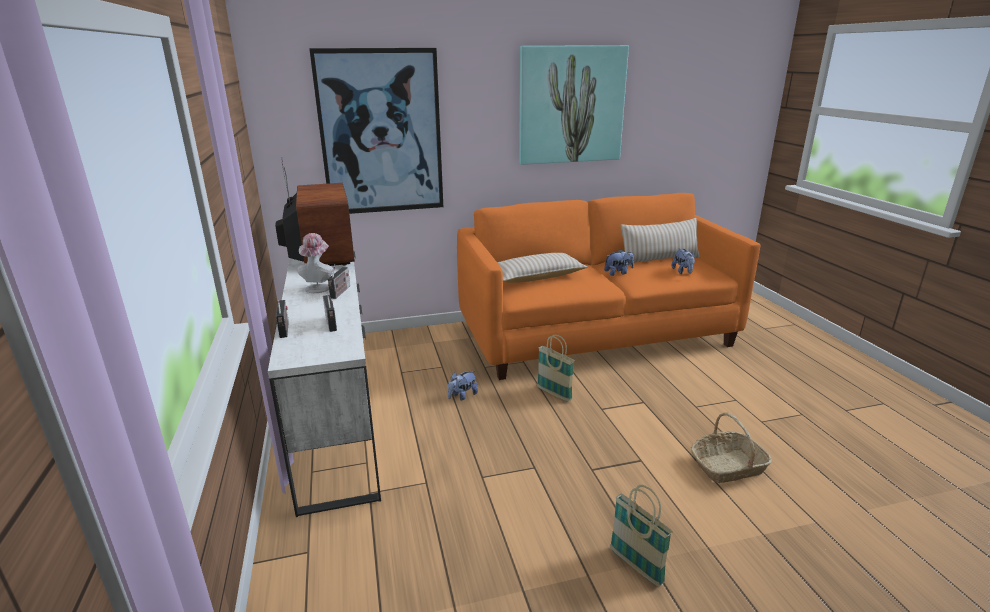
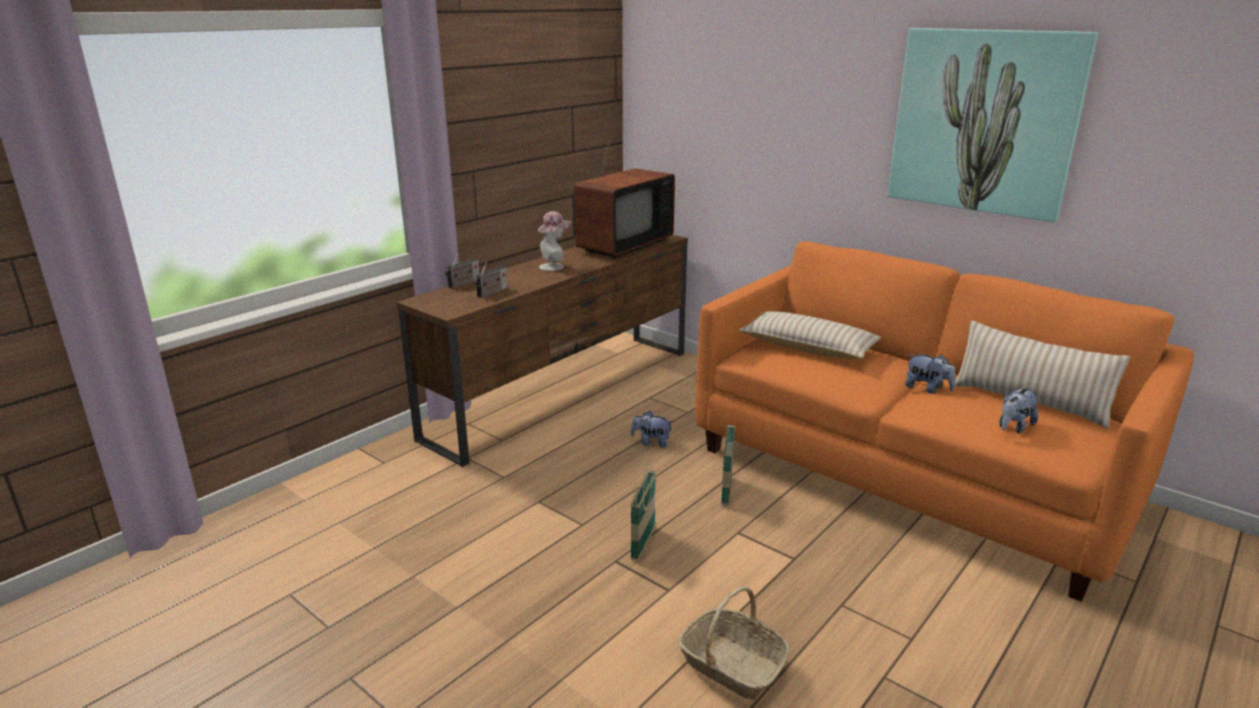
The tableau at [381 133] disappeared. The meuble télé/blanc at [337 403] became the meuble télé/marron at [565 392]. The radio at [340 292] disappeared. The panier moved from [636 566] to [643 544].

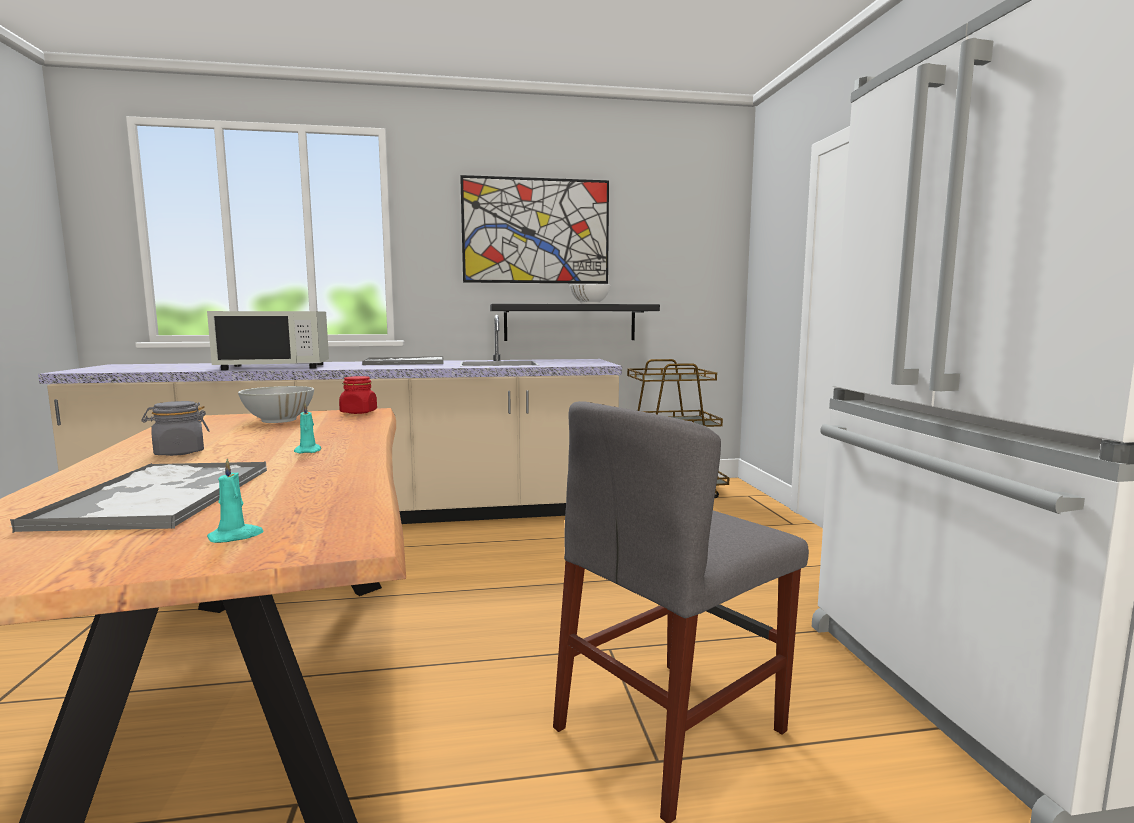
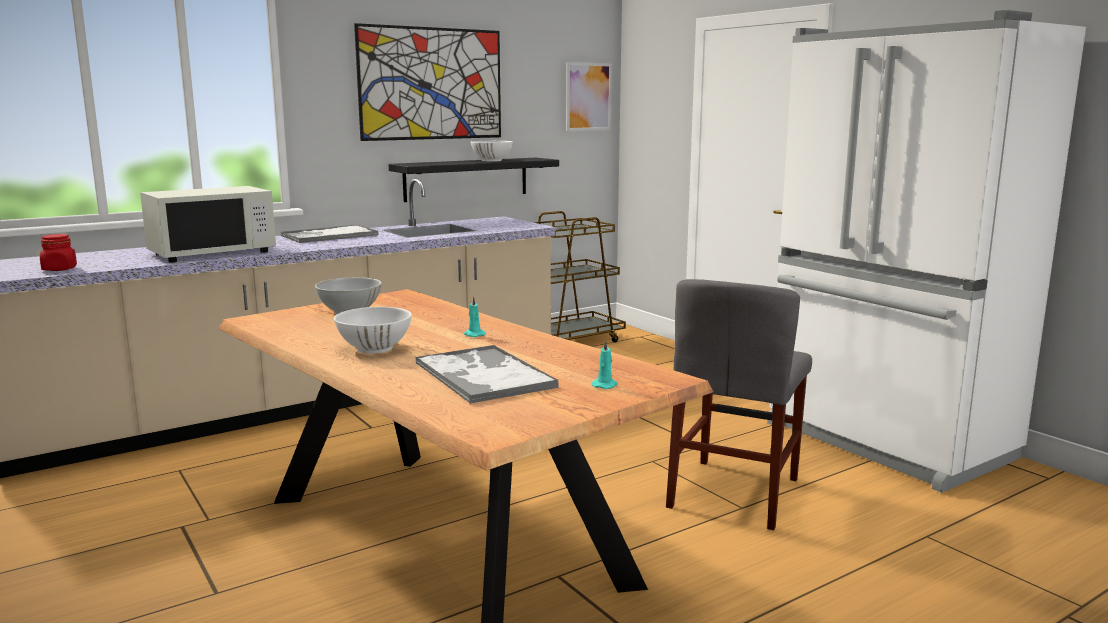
The bocal/rouge moved from [358 412] to [59 269]. The bocal/gris at [179 452] was replaced by the bol/blanc at [374 348]. The tableau at [588 96] appeared.

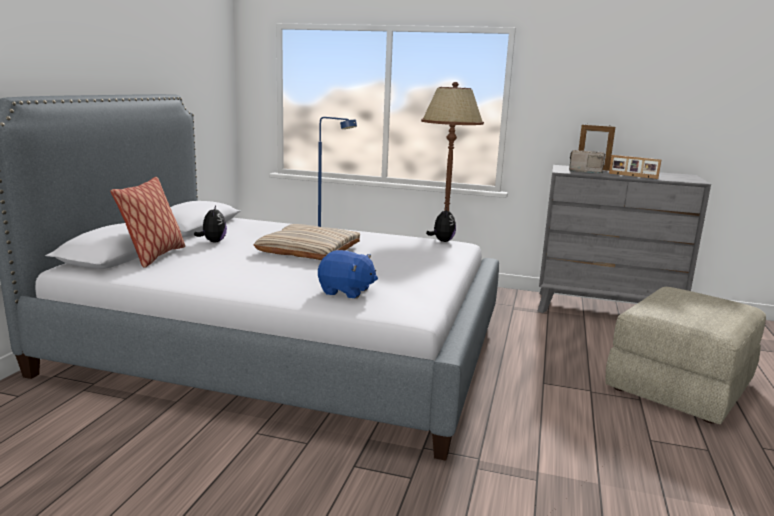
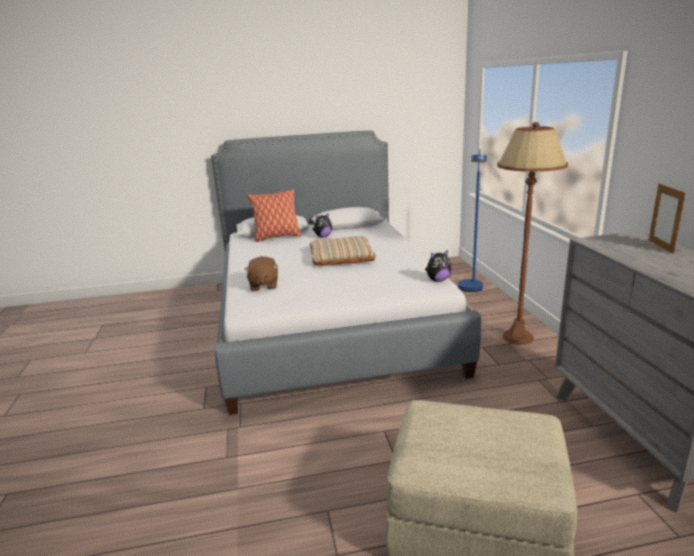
The radio at [584 172] disappeared. The cadre photo at [632 176] disappeared. The peluche/bleu at [346 291] became the peluche/marron at [263 286].

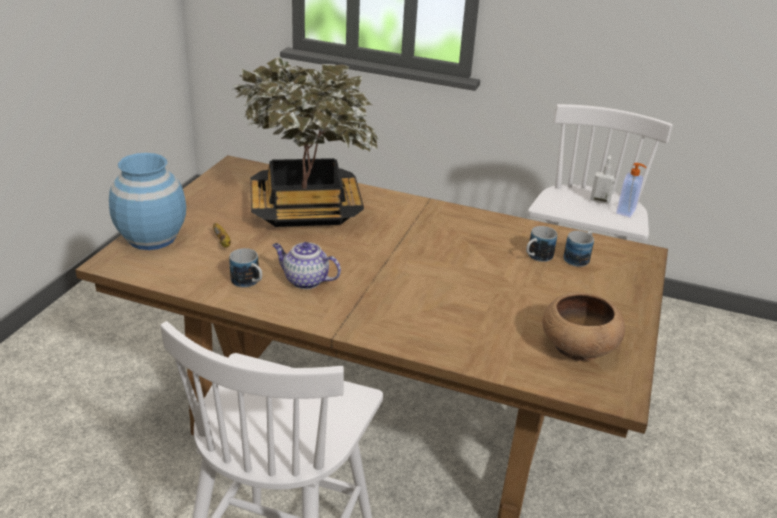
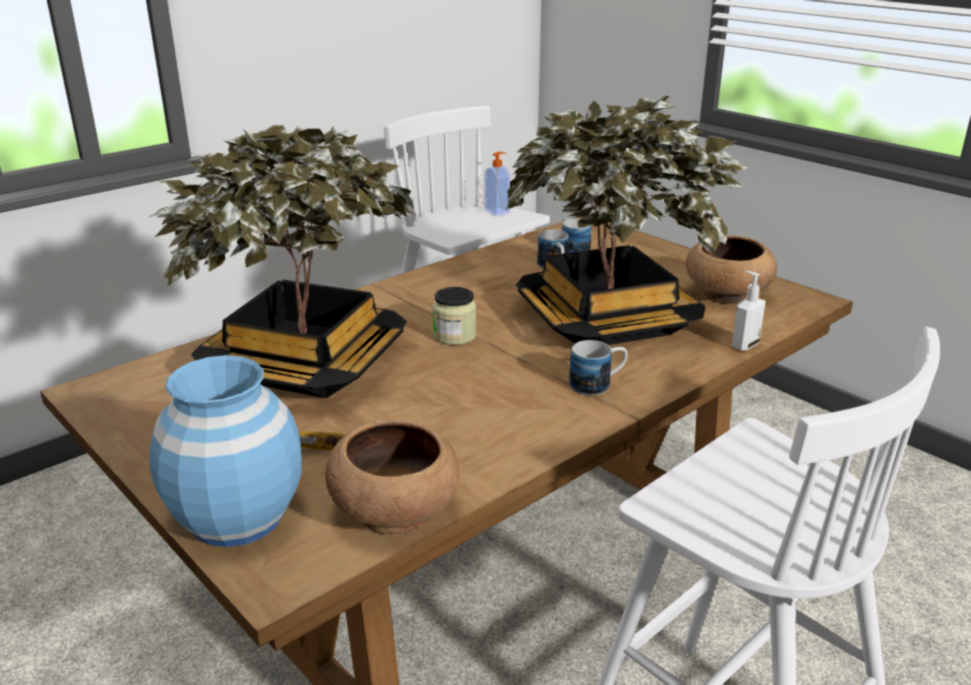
The distributeur de savon moved from [600 200] to [744 345]. The théière at [305 280] disappeared. The mug moved from [249 283] to [598 384]. The plante en pot at [606 321] appeared. The bocal at [454 336] appeared. The bol/marron at [396 510] appeared.

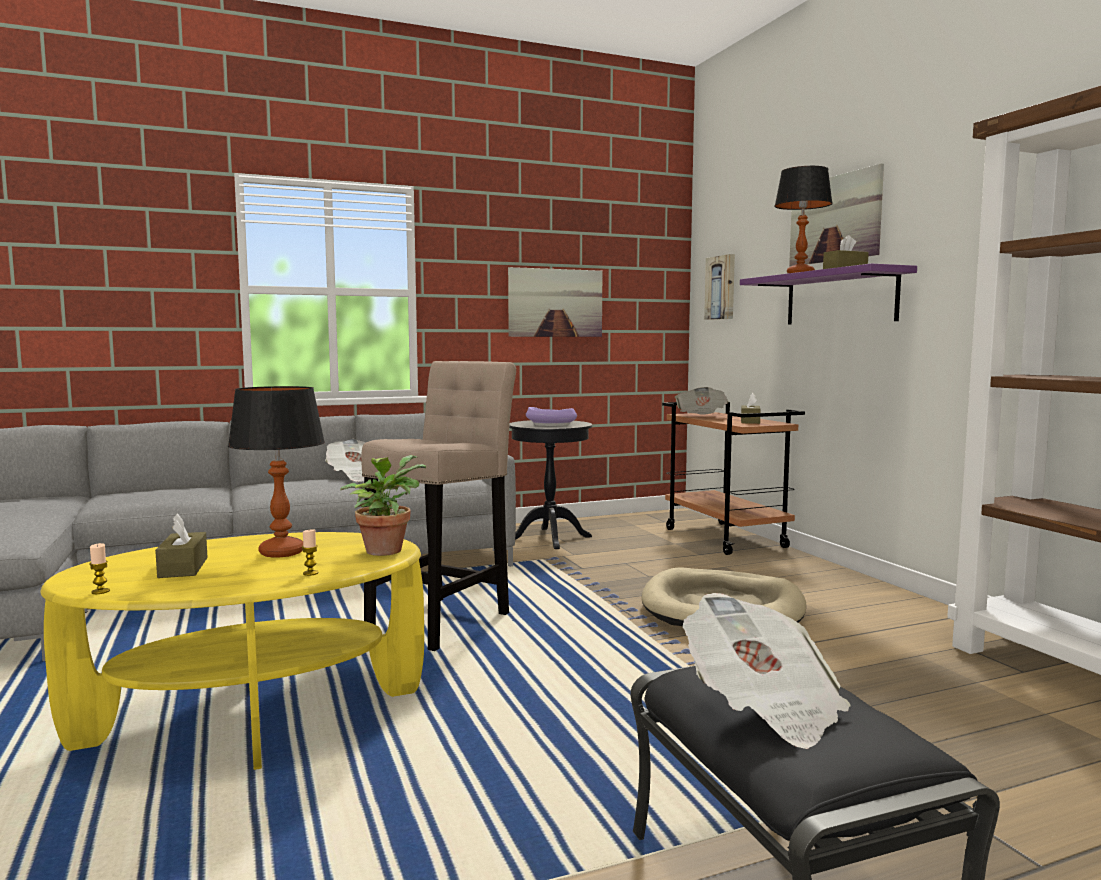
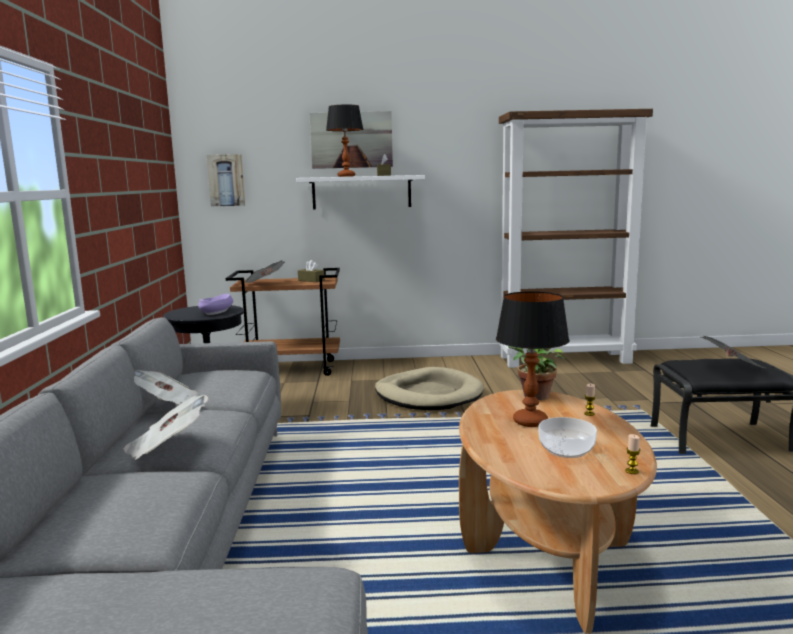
The étagère/violet at [840 298] became the étagère/blanc at [361 192]. The tableau at [555 303] disappeared. The tabouret/beige at [443 620] disappeared. The boîte à mouchoirs/marron at [183 567] was replaced by the bol at [567 449]. The table basse/jaune at [254 719] became the table basse/marron at [546 549]. The journal at [167 447] appeared.

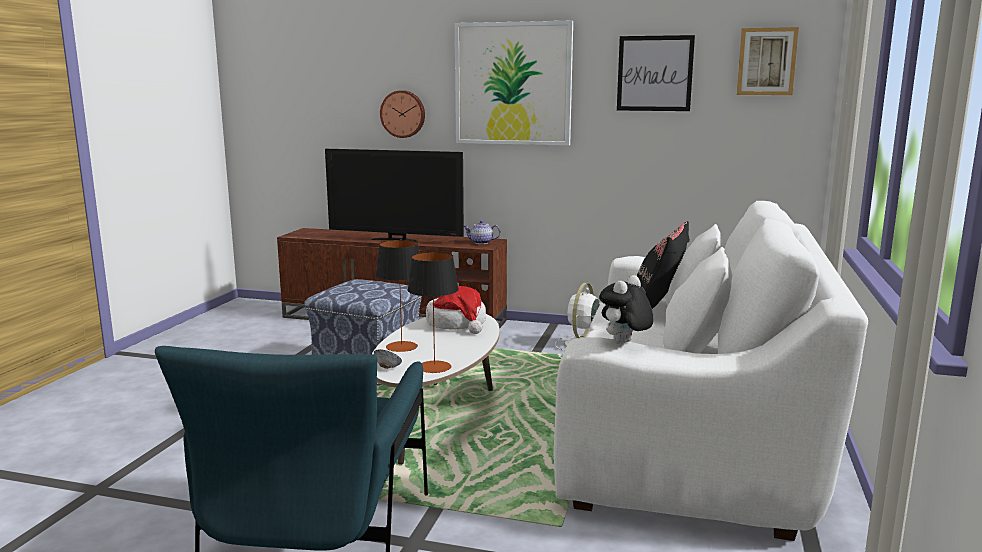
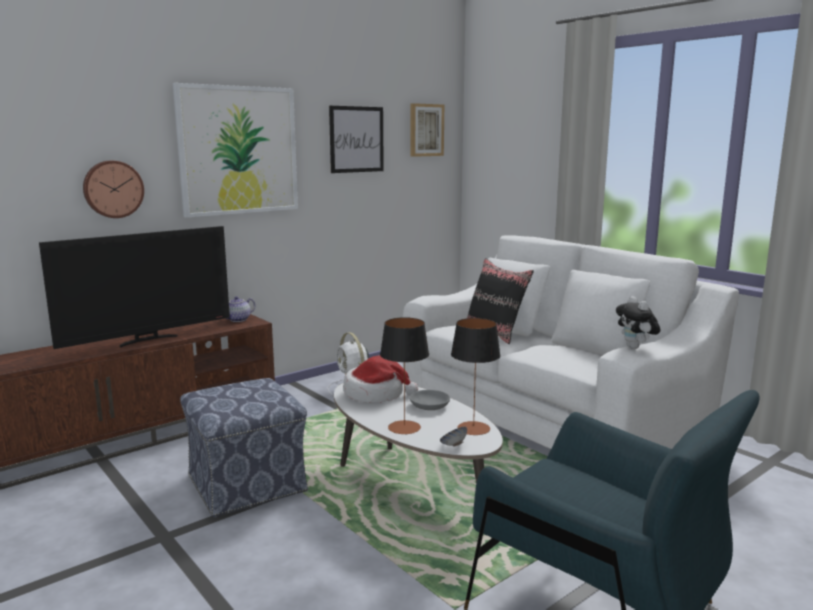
The bol/gris at [429 406] appeared.

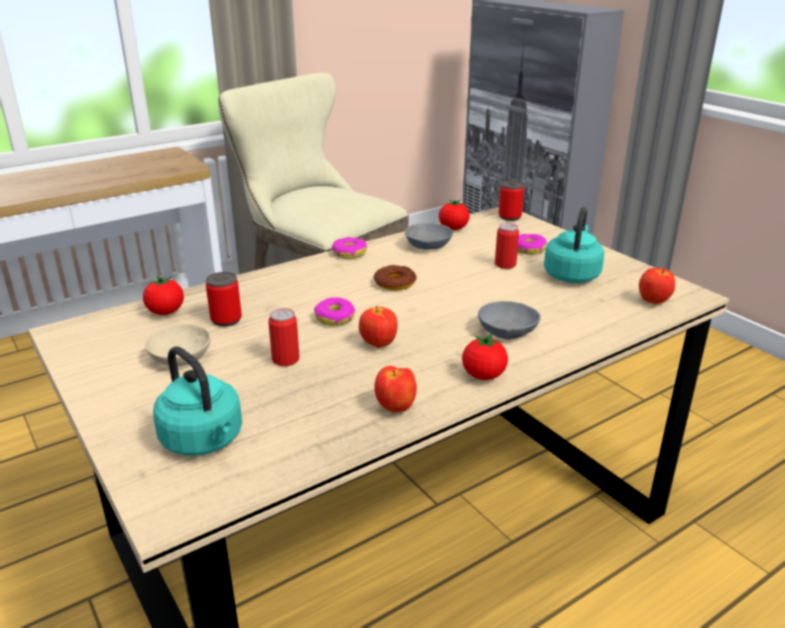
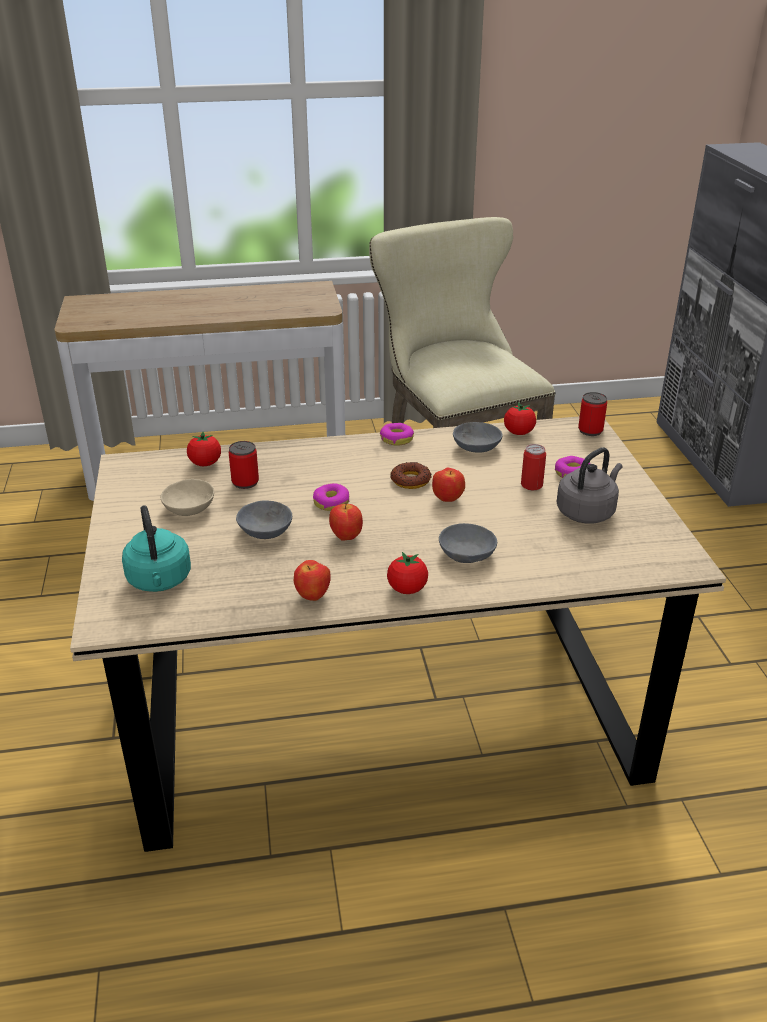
The bouilloire/turquoise at [572 274] became the bouilloire/gris at [587 512]. The pomme moved from [653 302] to [448 499]. The boîte métallique at [285 359] was replaced by the bol/gris at [263 531].

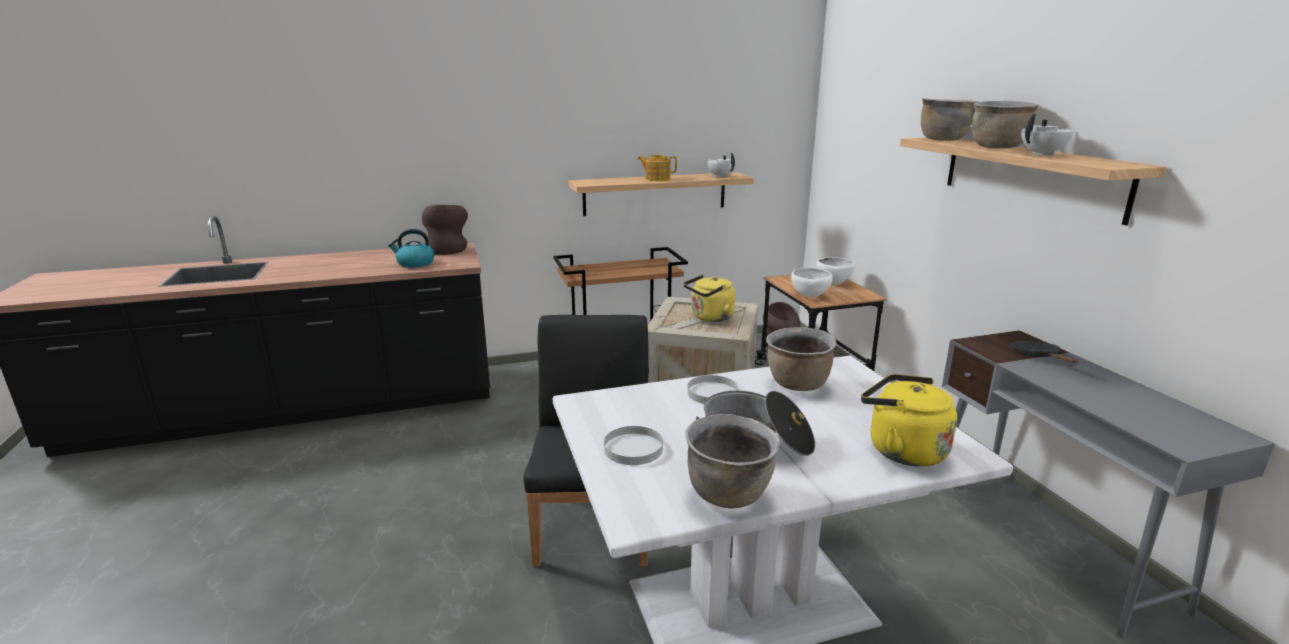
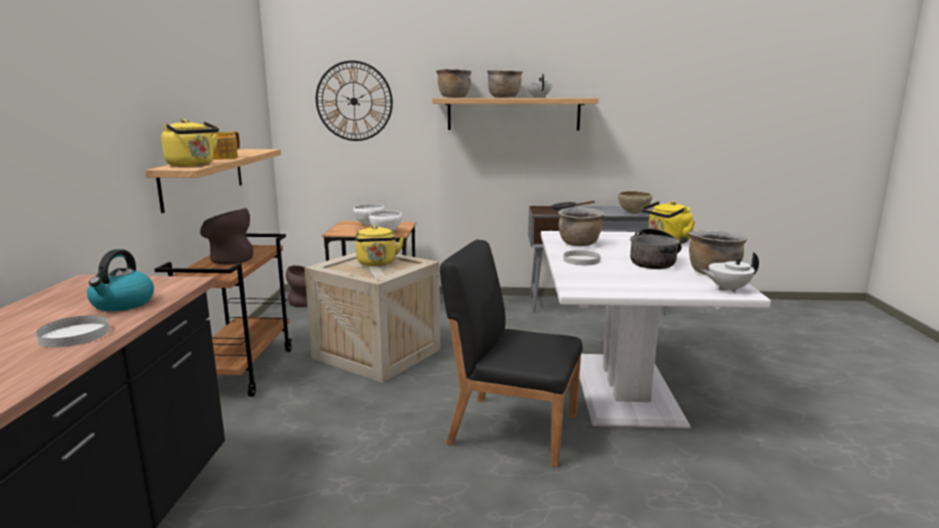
The théière/blanc moved from [721 176] to [727 289]. The vase/marron moved from [447 249] to [229 259]. The assiette/blanc moved from [633 448] to [73 335]. The horloge murale at [354 101] appeared. The bouilloire/jaune at [193 165] appeared. The bol/marron at [633 213] appeared.

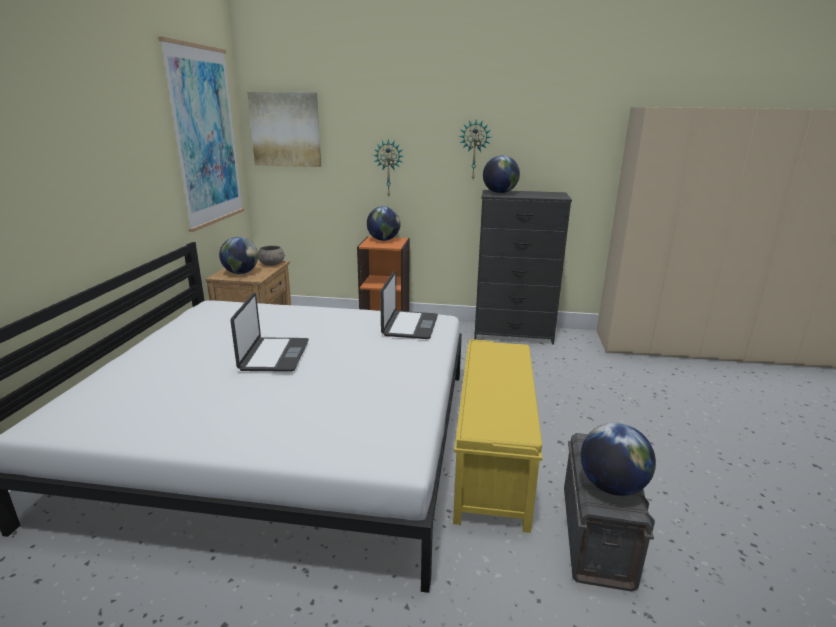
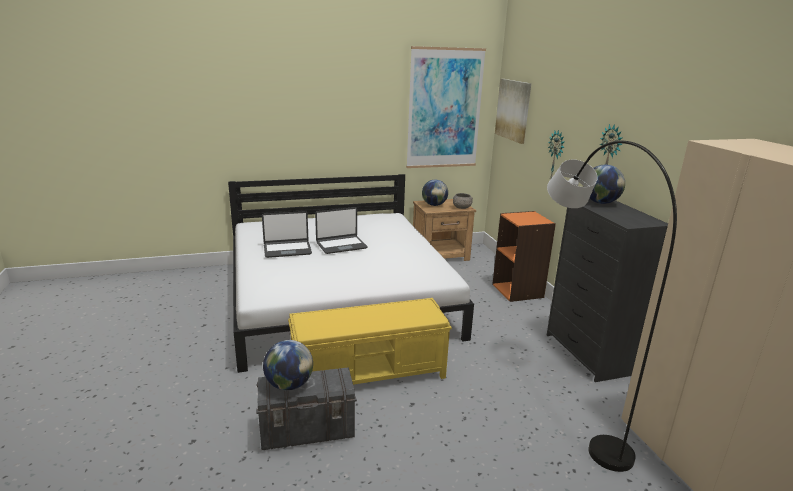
The globe at [383 240] disappeared. The ordinateur portable moved from [409 326] to [287 250]. The lampadaire/gris at [569 402] appeared.

